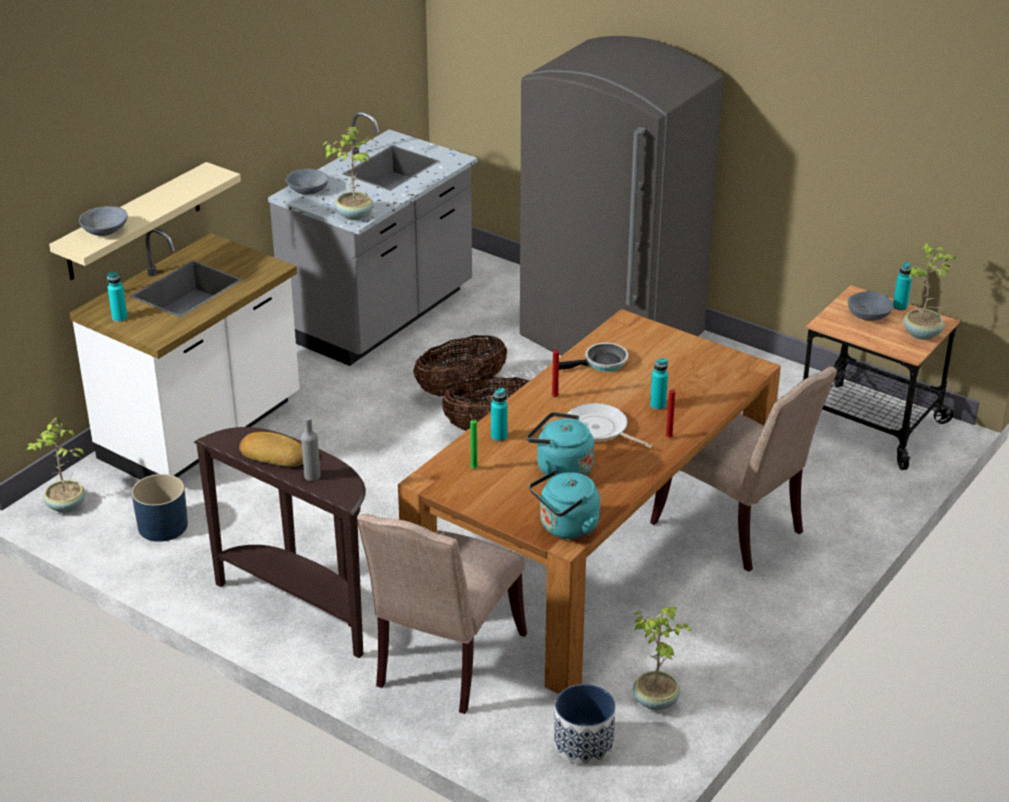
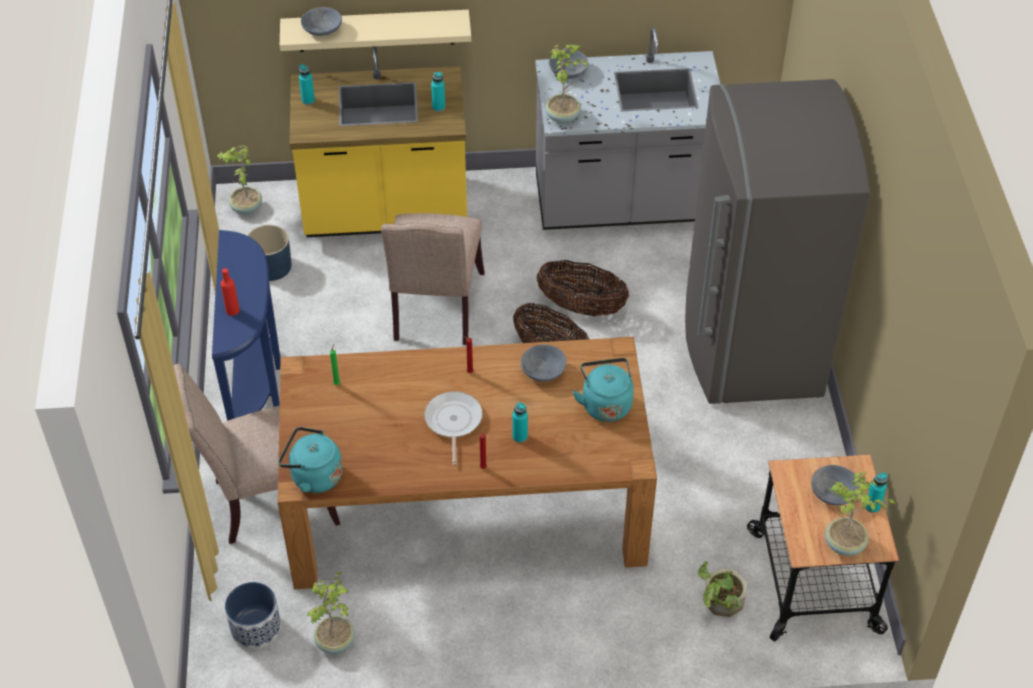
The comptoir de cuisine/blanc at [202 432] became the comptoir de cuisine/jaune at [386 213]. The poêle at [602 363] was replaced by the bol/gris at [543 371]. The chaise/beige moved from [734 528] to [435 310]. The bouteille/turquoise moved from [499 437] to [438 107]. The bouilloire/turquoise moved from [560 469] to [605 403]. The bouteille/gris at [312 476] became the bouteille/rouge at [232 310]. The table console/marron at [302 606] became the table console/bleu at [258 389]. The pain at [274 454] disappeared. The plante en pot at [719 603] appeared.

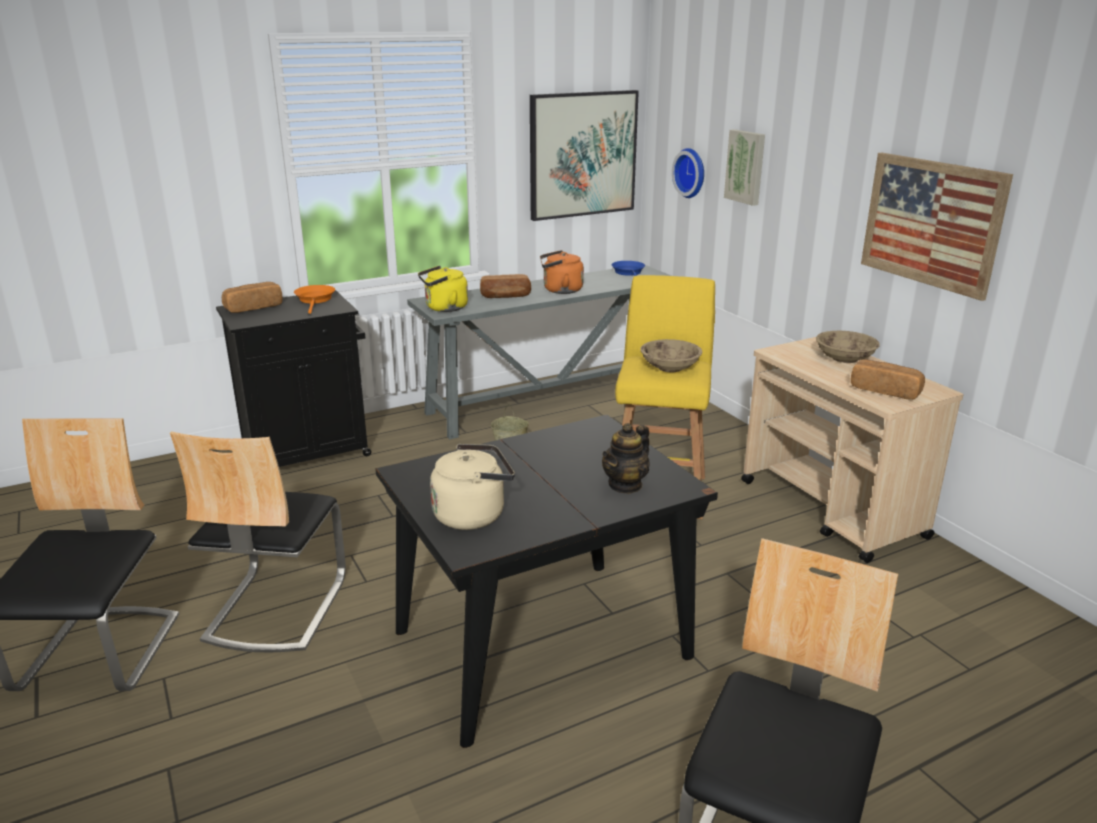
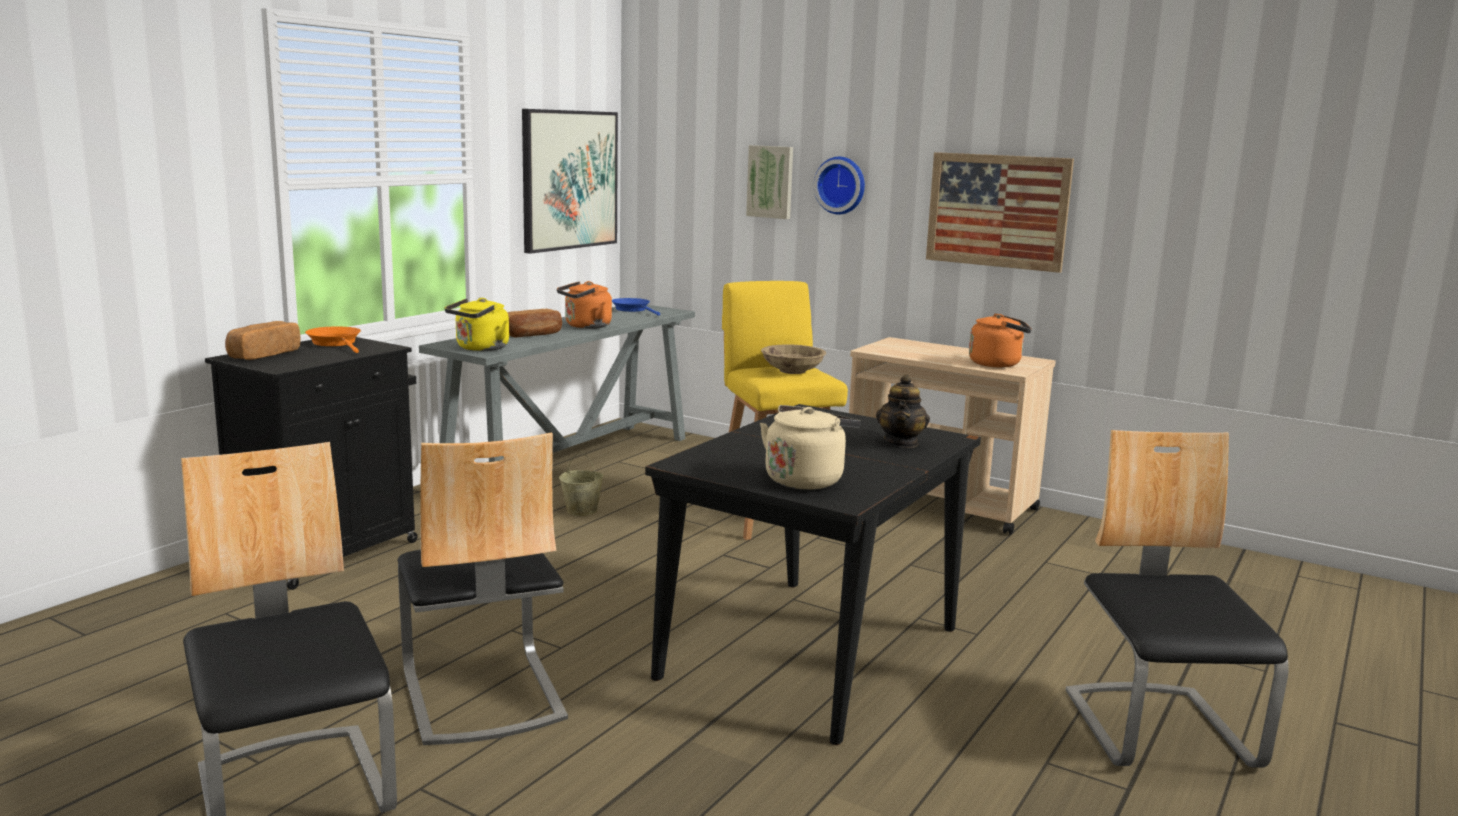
The horloge murale moved from [691 173] to [841 185]. The bol/beige at [844 359] disappeared. The pain at [885 390] was replaced by the bouilloire/orange at [998 364].

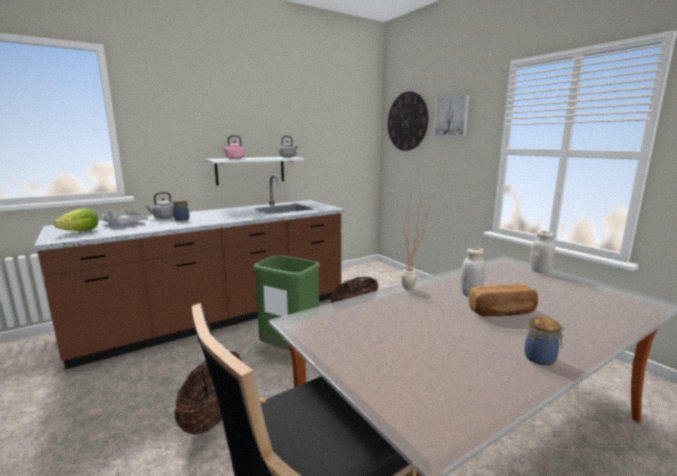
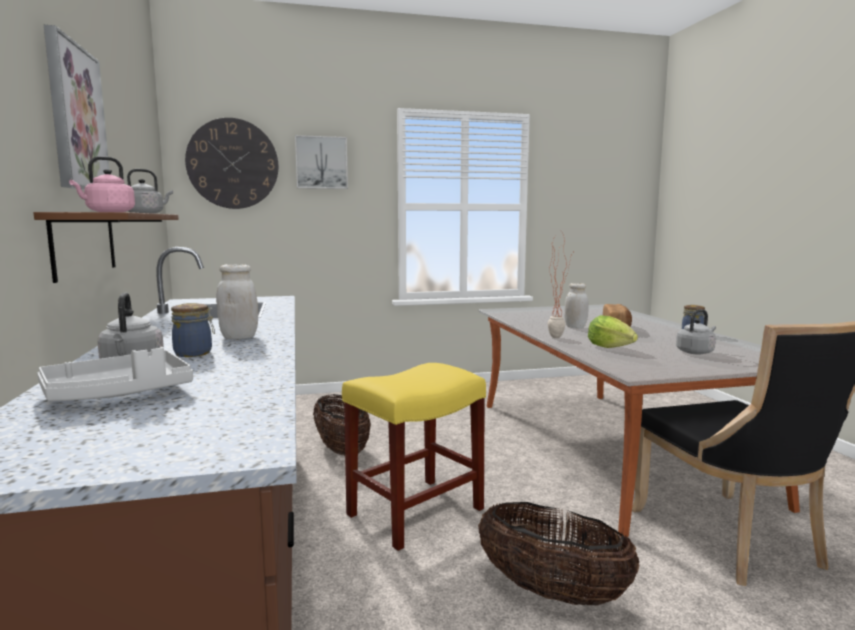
The étagère/blanc at [250 170] became the étagère/marron at [84 244]. The laitue moved from [81 231] to [609 347]. The bocal/blanc moved from [540 271] to [239 337]. The poubelle/vert at [289 351] was replaced by the tabouret/jaune at [414 512]. The tableau at [76 118] appeared. The bouilloire/gris at [696 352] appeared.

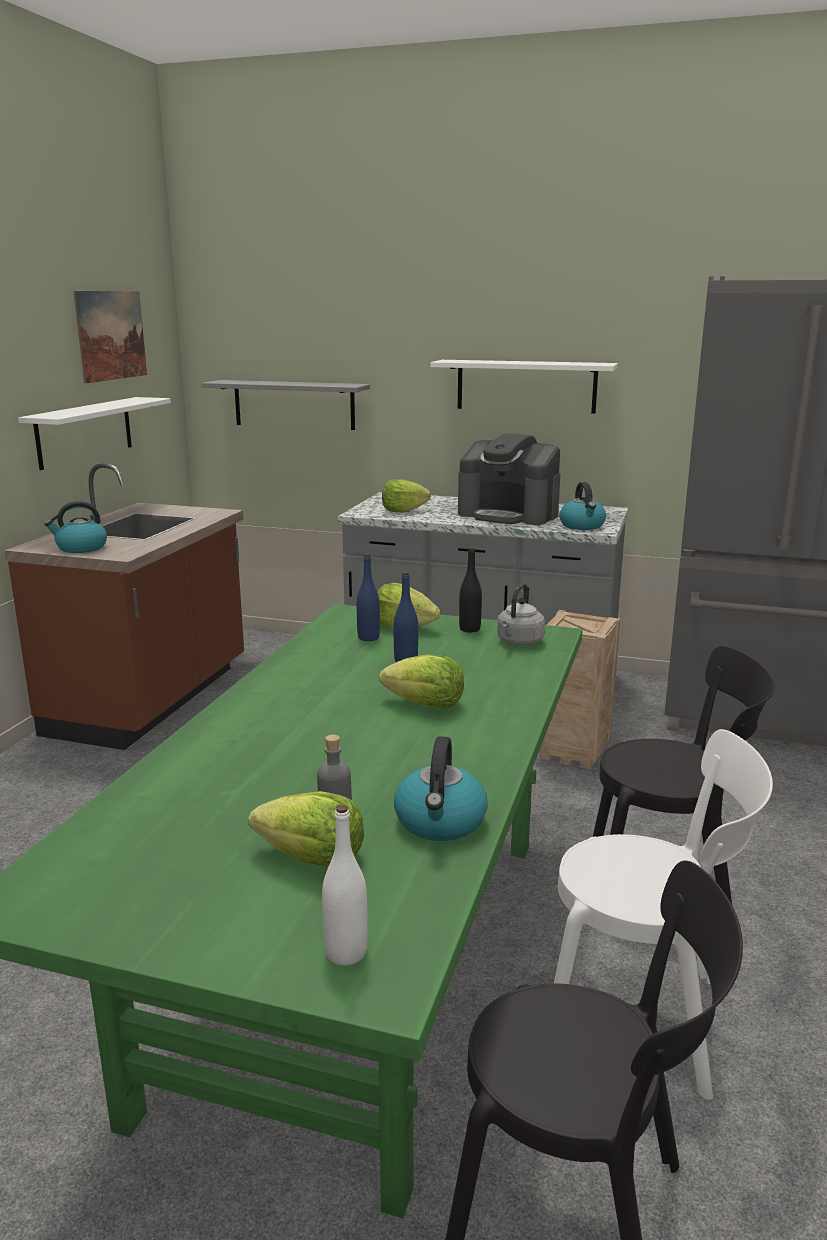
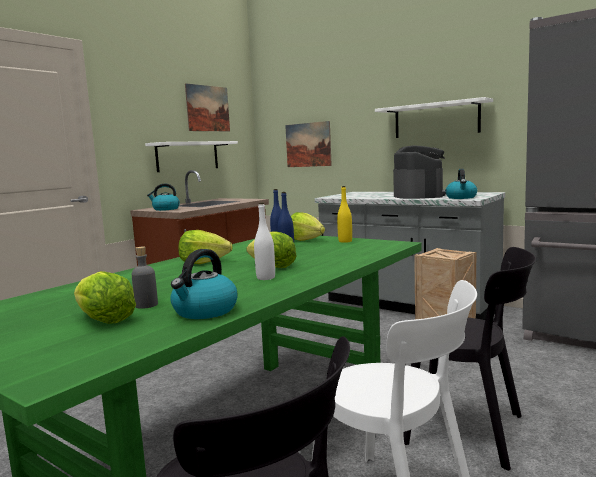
The étagère/gris at [294 404] was replaced by the tableau at [308 145]. The machine à café at [509 514] turned 135 degrees counterclockwise. The laitue moved from [403 510] to [203 262]. The bouteille/noir at [469 629] became the bouteille/jaune at [345 241]. The bouilloire/gris at [518 642] disappeared. The bouteille/blanc moved from [346 953] to [265 278].

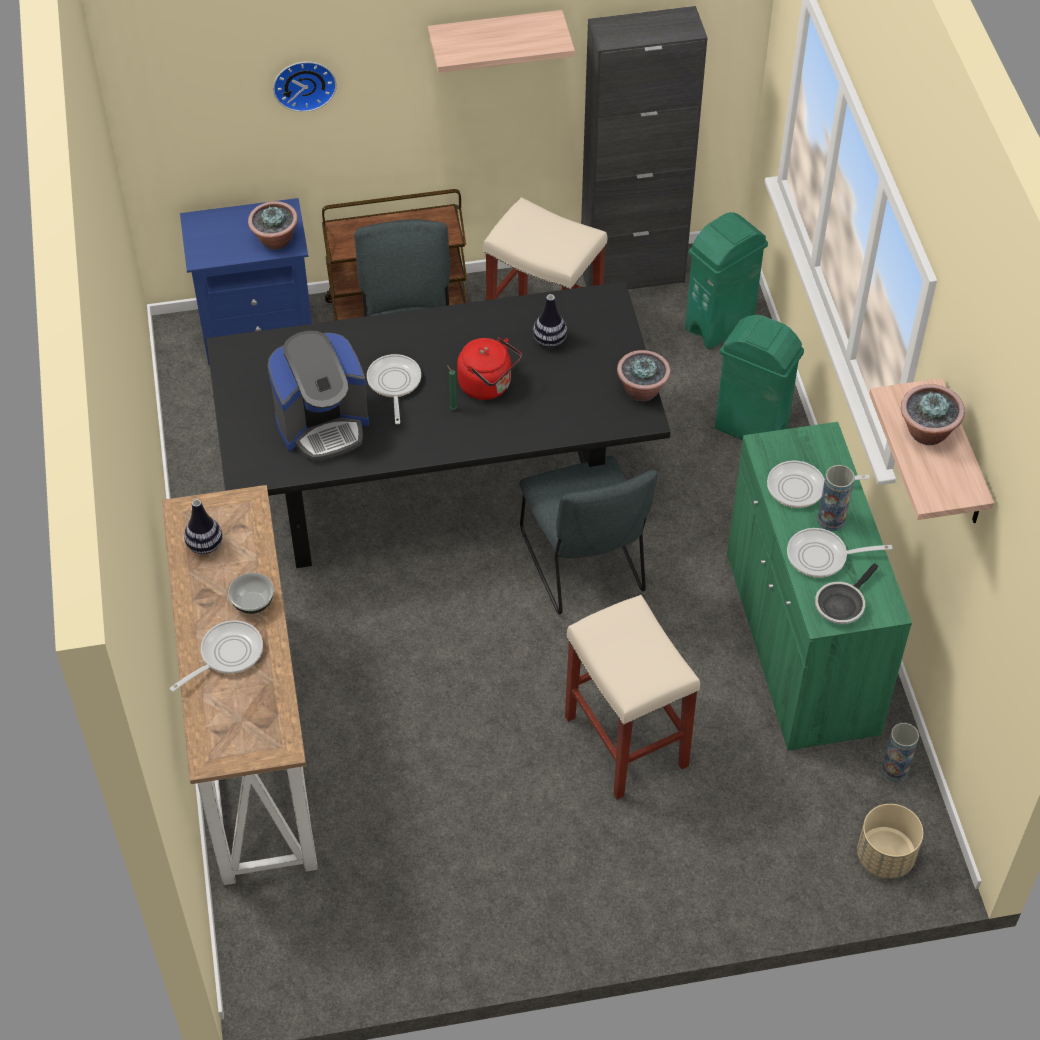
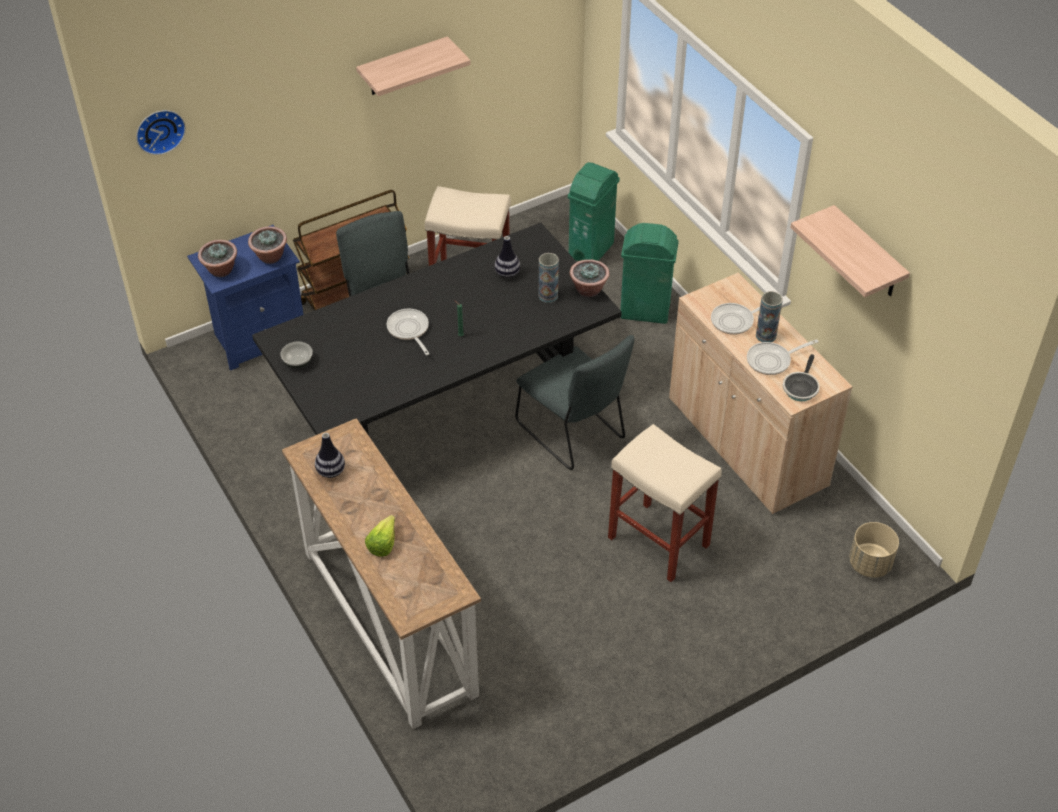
The meuble de rangement/noir at [632 273] disappeared. The horloge murale moved from [304 83] to [159 130]. The machine à café at [323 424] disappeared. The bouilloire/rouge at [488 385] disappeared. The plante en pot moved from [926 433] to [221 270]. The meuble de rangement/vert at [800 644] became the meuble de rangement/beige at [746 443]. The bol moved from [253 601] to [297 362]. The poêle at [227 655] was replaced by the laitue at [385 542]. The vase moved from [894 770] to [548 296].

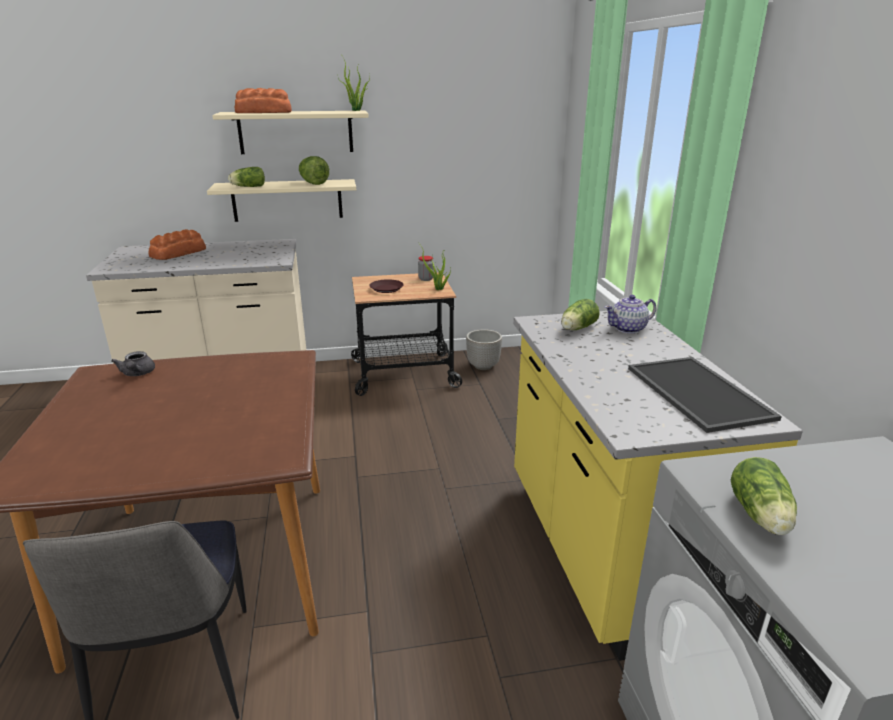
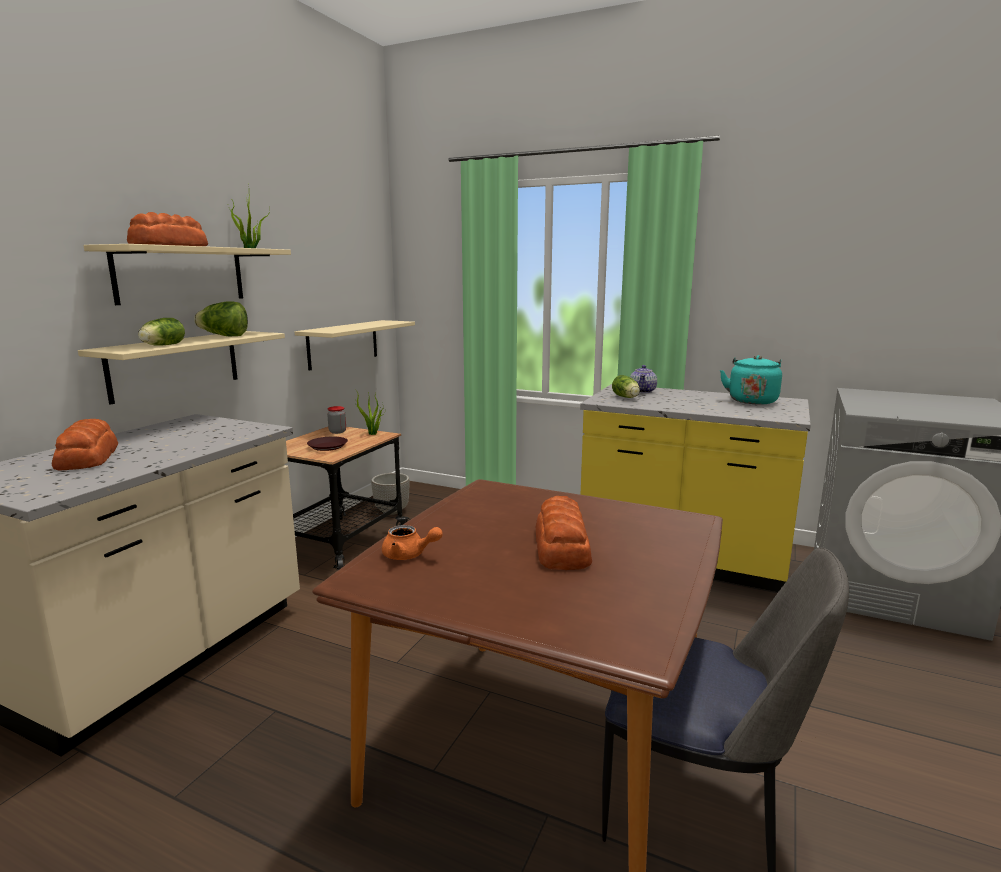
The théière/gris at [137 374] became the théière/orange at [409 555]. The plateau at [701 393] was replaced by the bouilloire/turquoise at [752 400]. The laitue at [760 517] disappeared. The étagère/beige at [343 344] appeared. The pain at [561 547] appeared.

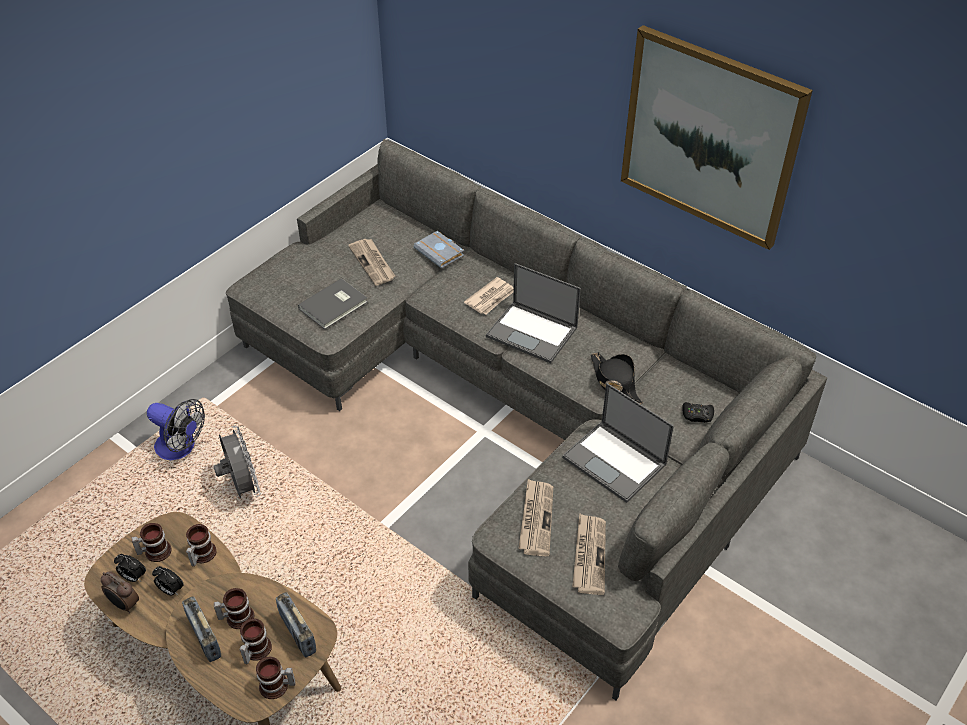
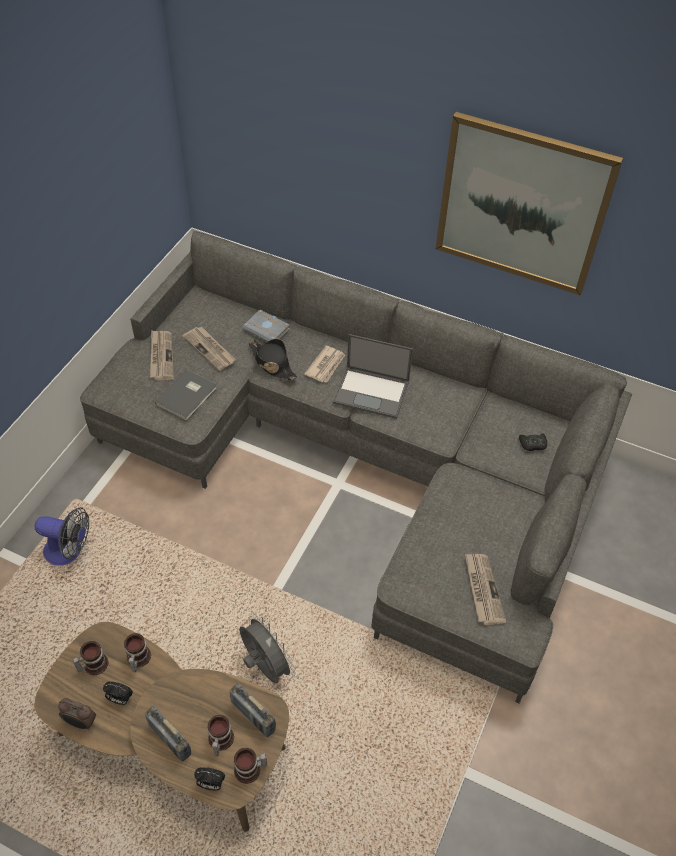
The chapeau/noir moved from [615 383] to [272 363]. The ordinateur portable at [615 461] disappeared. The ventilateur/gris moved from [242 486] to [265 666]. The journal moved from [536 519] to [161 356]. The réveil moved from [133 577] to [211 784]. The mug at [237 616] disappeared.

